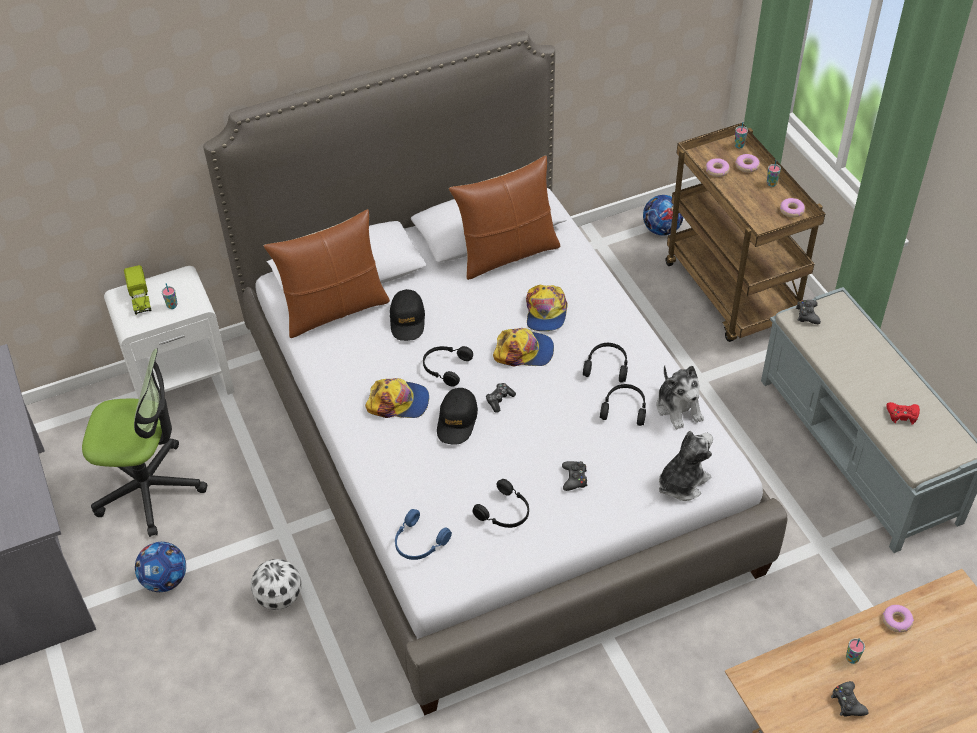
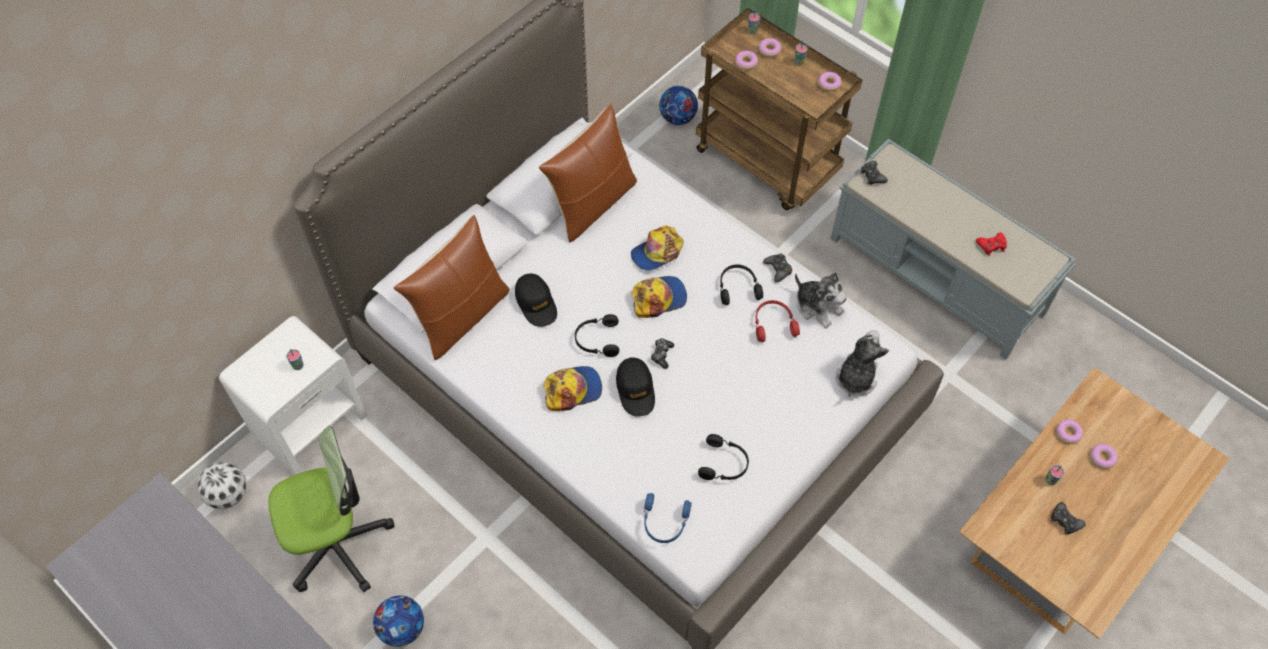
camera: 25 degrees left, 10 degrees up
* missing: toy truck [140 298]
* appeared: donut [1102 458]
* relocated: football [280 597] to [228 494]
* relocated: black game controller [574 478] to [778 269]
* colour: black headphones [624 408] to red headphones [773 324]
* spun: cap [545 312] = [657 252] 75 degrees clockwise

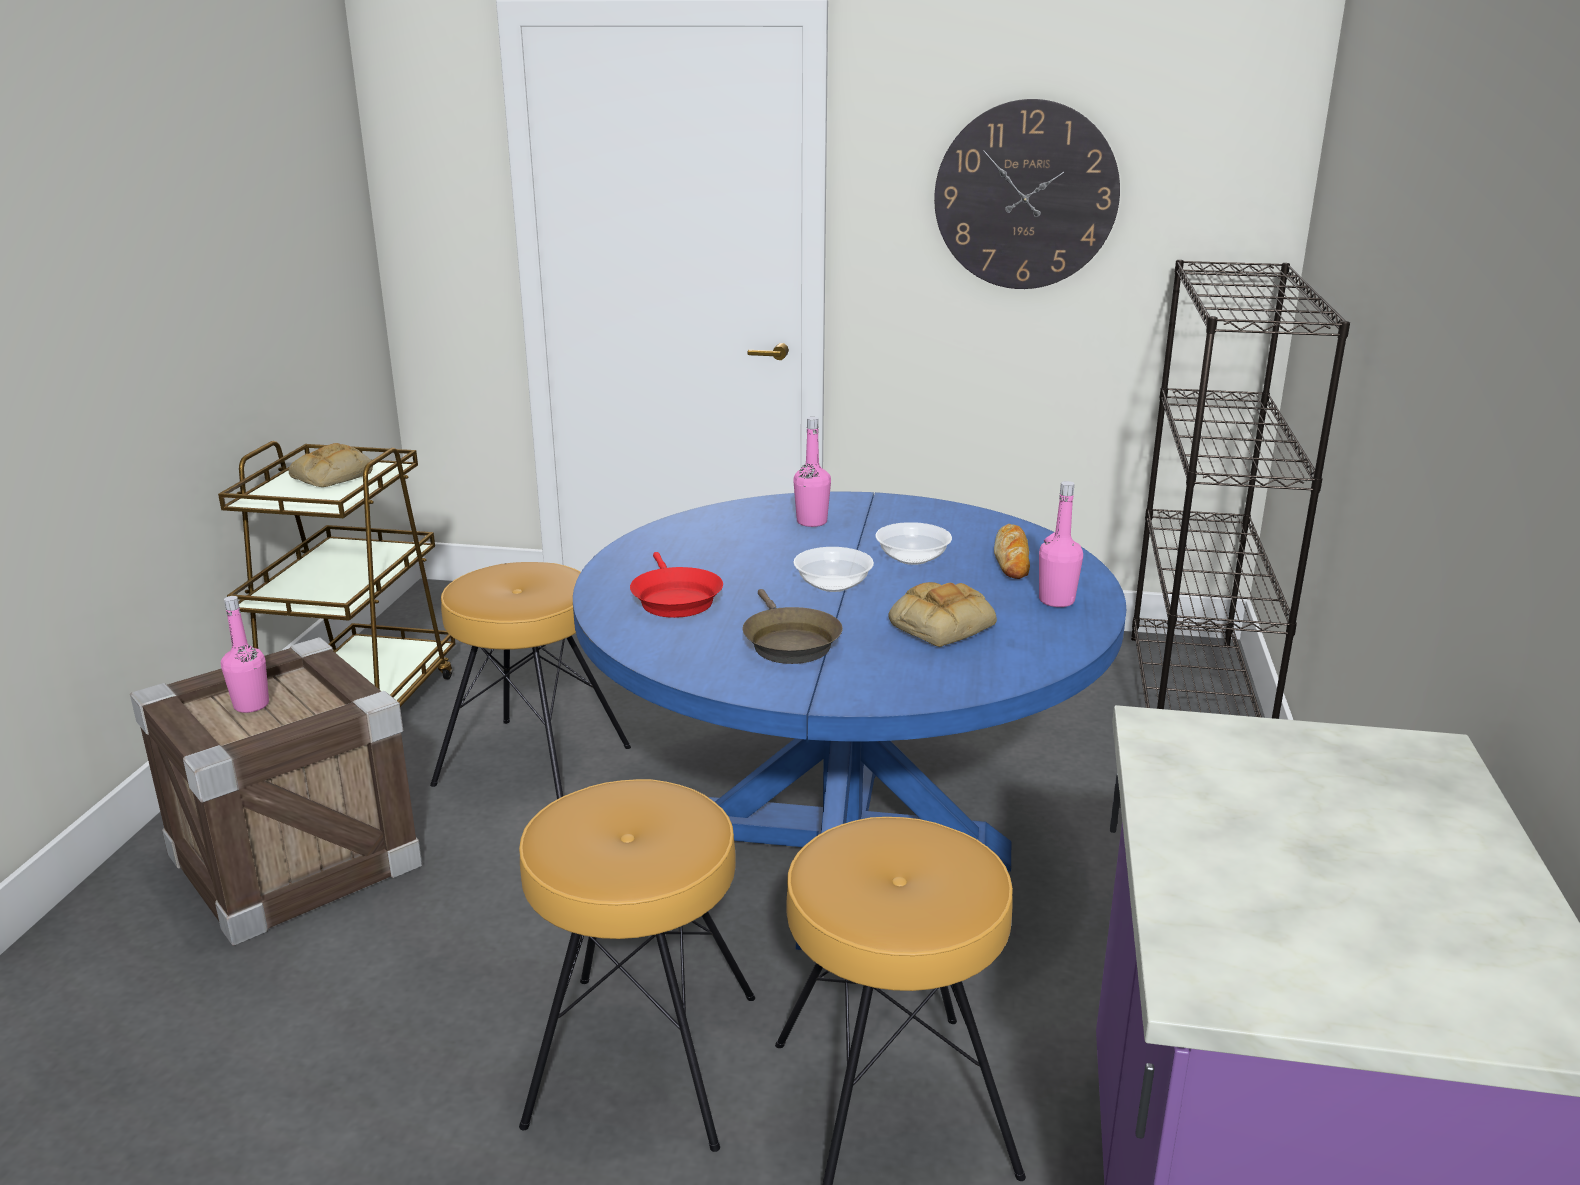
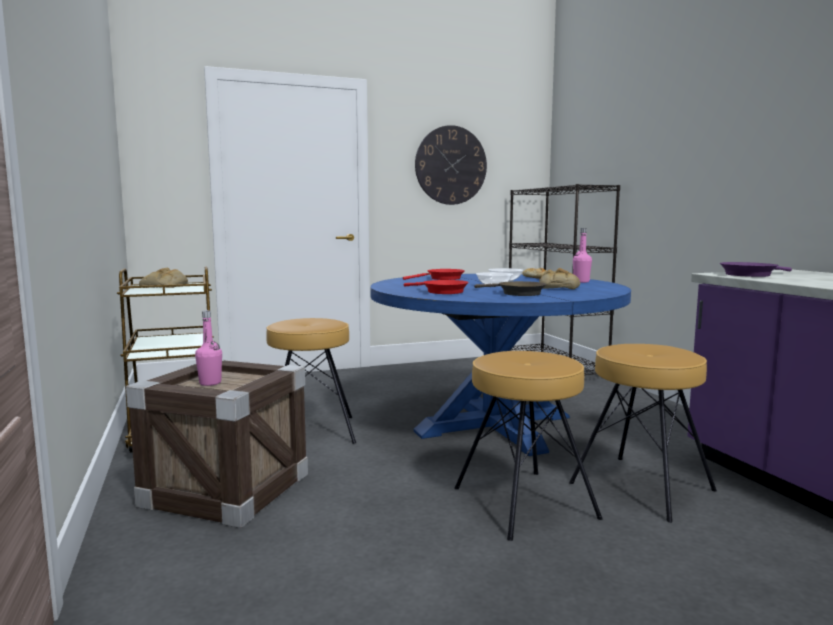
camera: 30 degrees left, 15 degrees down
* appeared: purple frying pan [750 274]
* exchanged: pink bottle [811 522] to red frying pan [442 278]

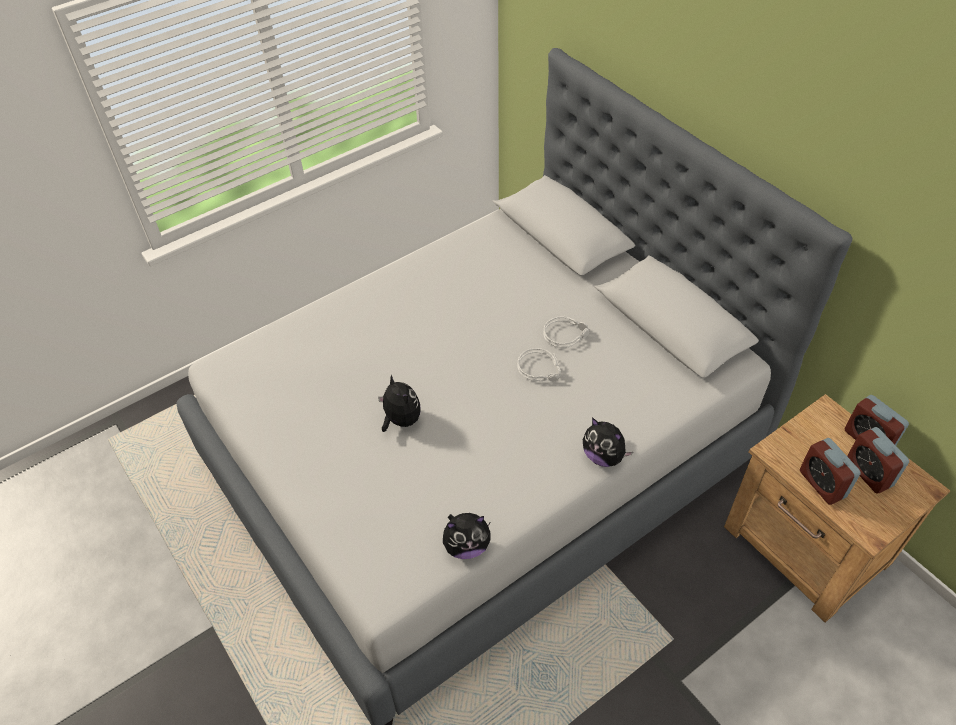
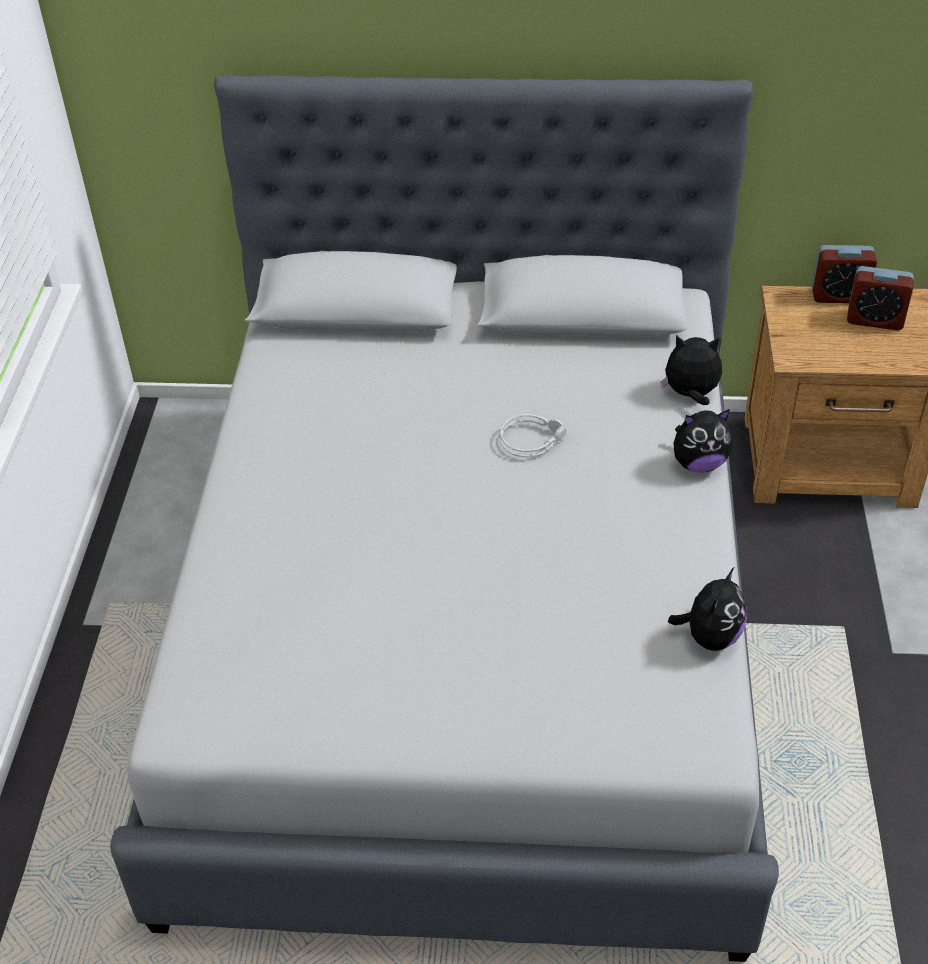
camera: 50 degrees left, 5 degrees down
* missing: grey headphones [565 334]
* missing: alarm clock [822 484]
* relocated: plush toy [400 420] to [690 394]

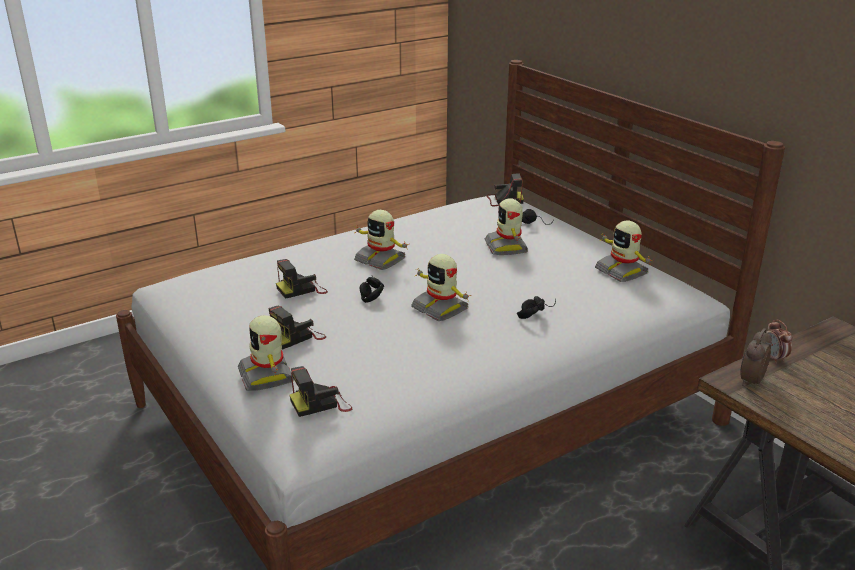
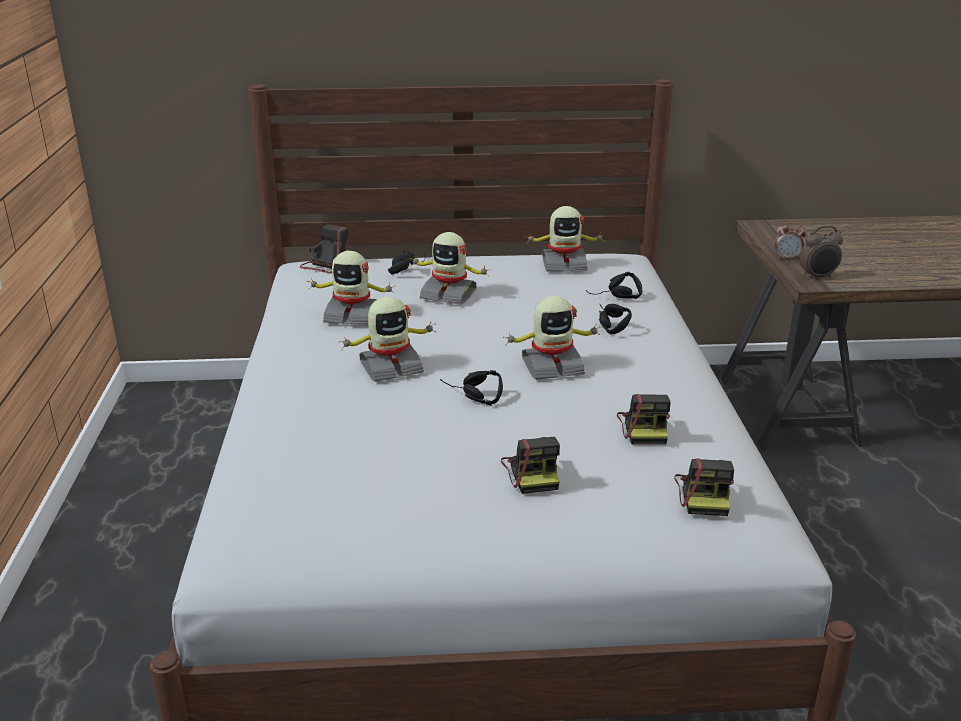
camera: 60 degrees left, 0 degrees up
* appeared: black headphones [615 297]
* relocated: toy robot [267 375] to [352 315]
* relocated: photo camera [302 289] to [645 428]
* spun: alarm clock [750 381] = [817 277] 75 degrees counterclockwise

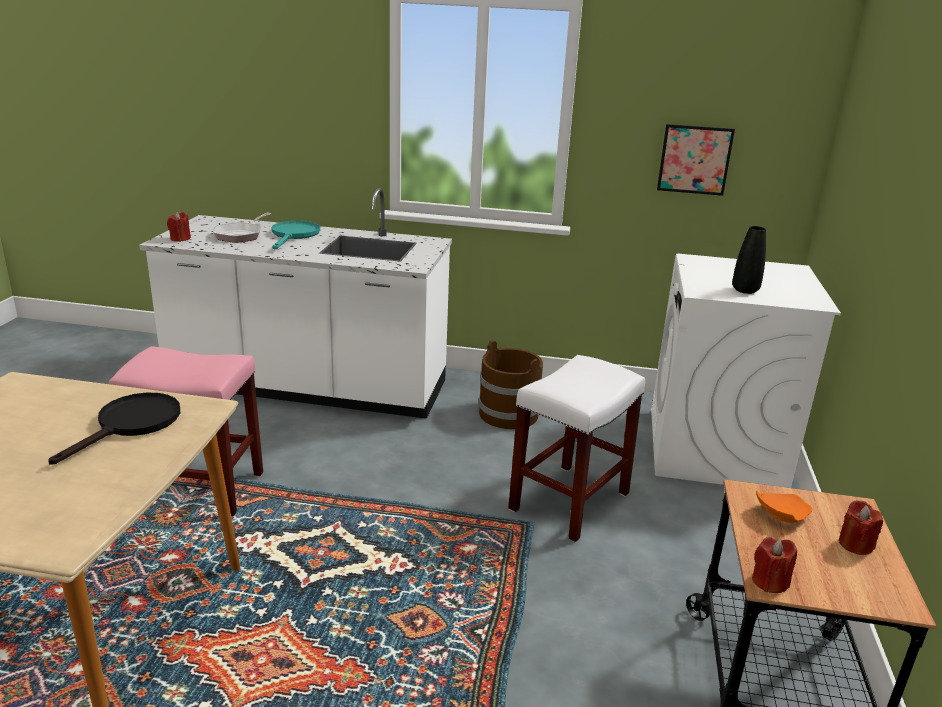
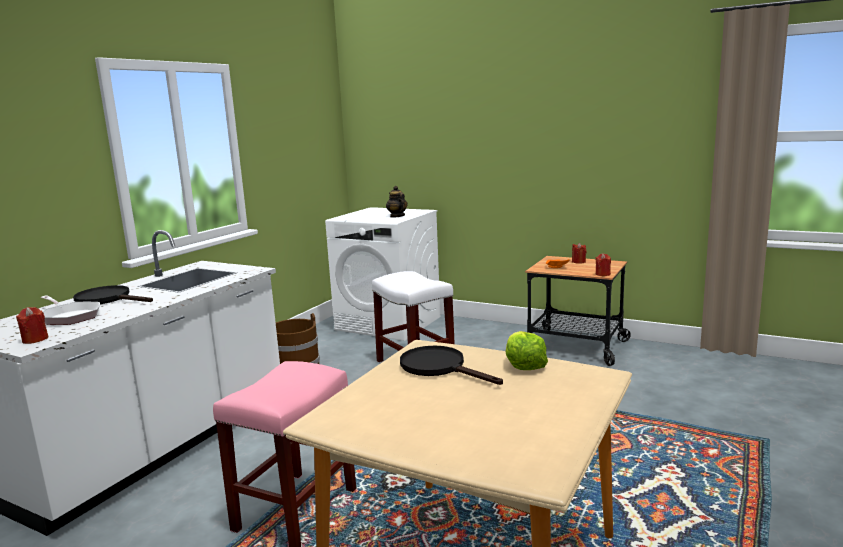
camera: 70 degrees left, 10 degrees down
* missing: picture [694 159]
* appeared: lettuce [524 365]
* exchanged: black vase [745 290] to teapot [397 216]
* colour: turquoise frying pan [294 235] to black frying pan [108 299]

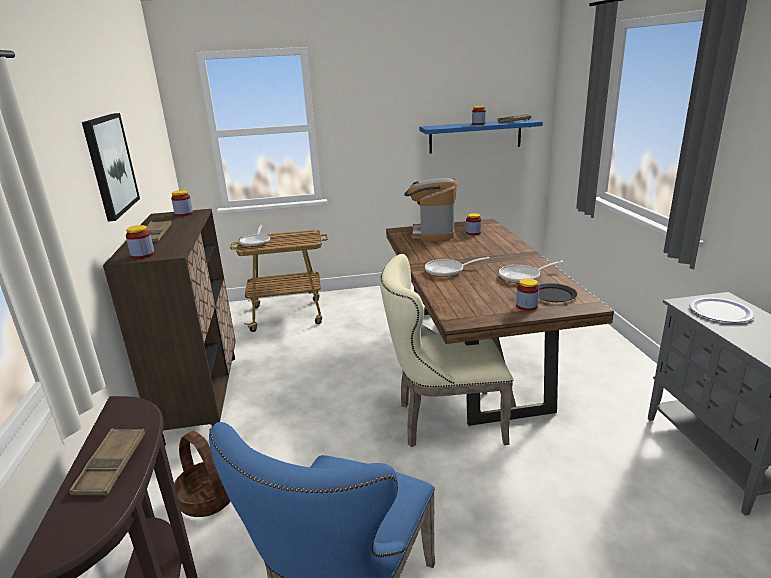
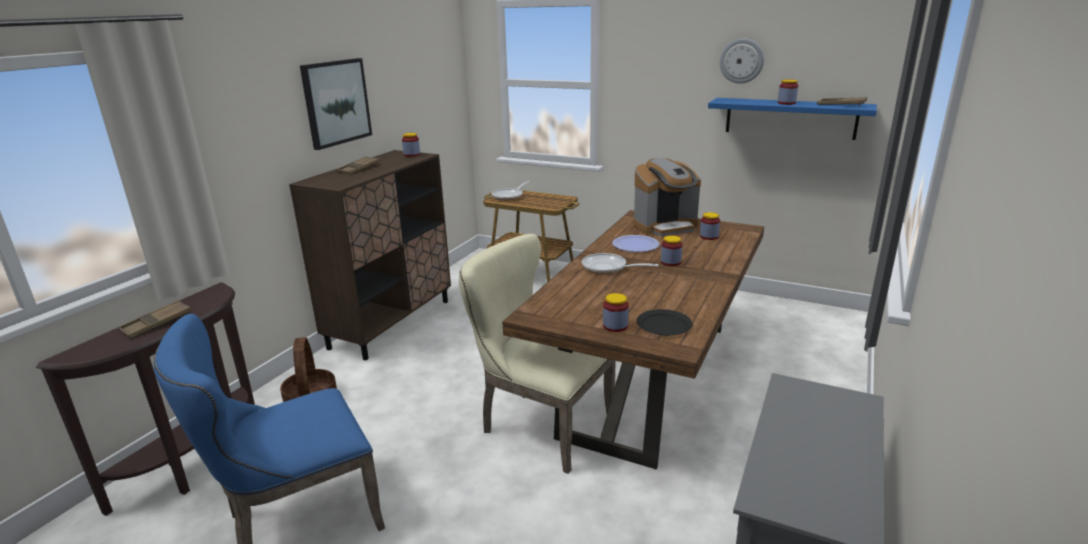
camera: 35 degrees right, 0 degrees up
* missing: frying pan [523 277]
* appeared: wall clock [741 61]
* relocated: jar [143 255] to [670 262]
* relocated: plate [720 311] to [635 245]
* spun: coffee machine [432 233] = [665 226] 150 degrees counterclockwise

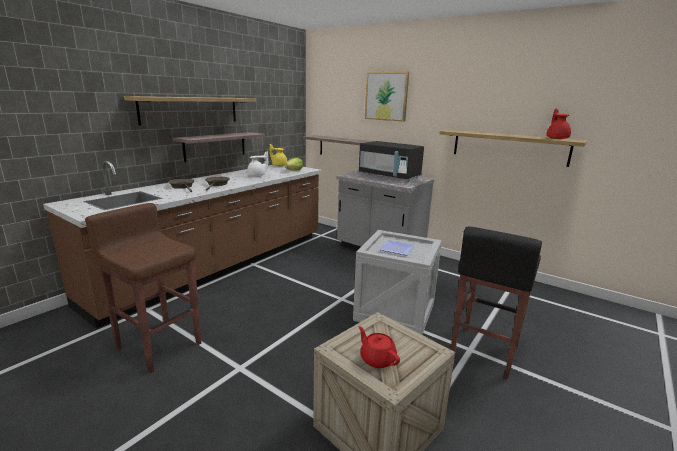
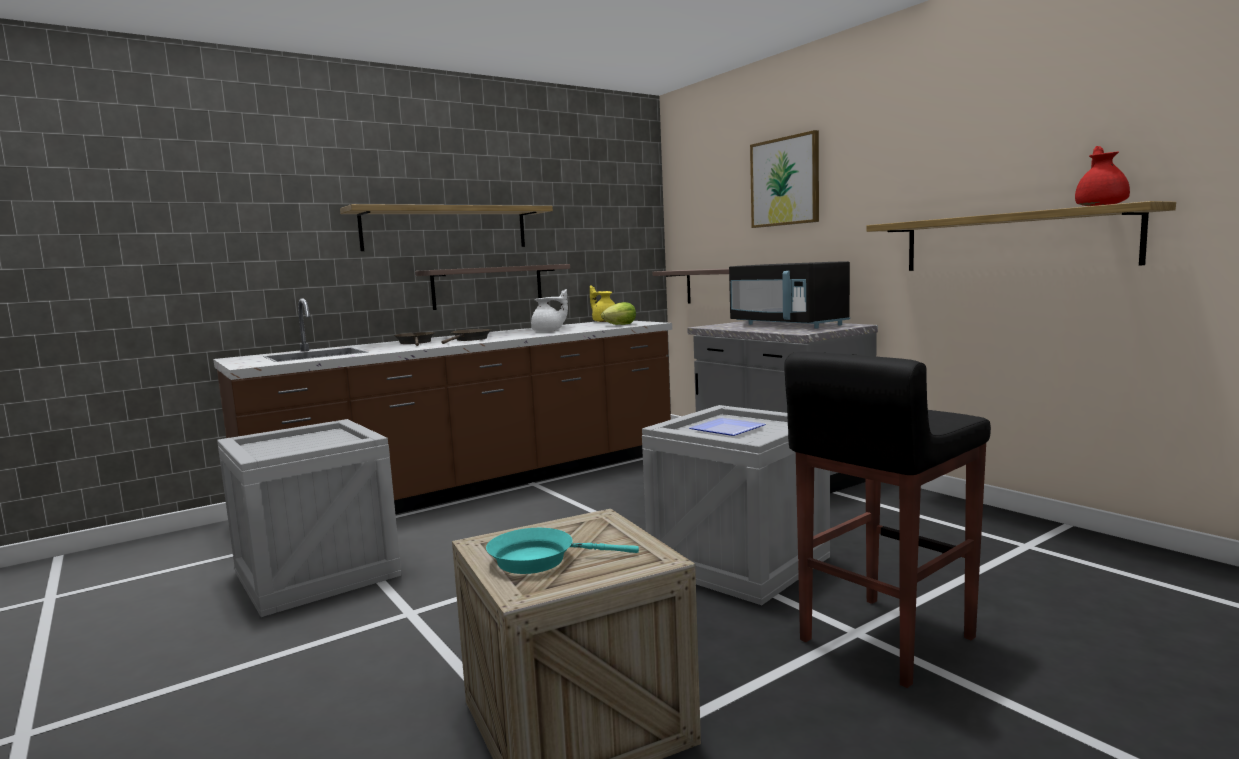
camera: 20 degrees right, 10 degrees down
* exchanged: brown stool [159 344] to crate [318 573]
* exchanged: red teapot [377 359] to turquoise frying pan [539 560]

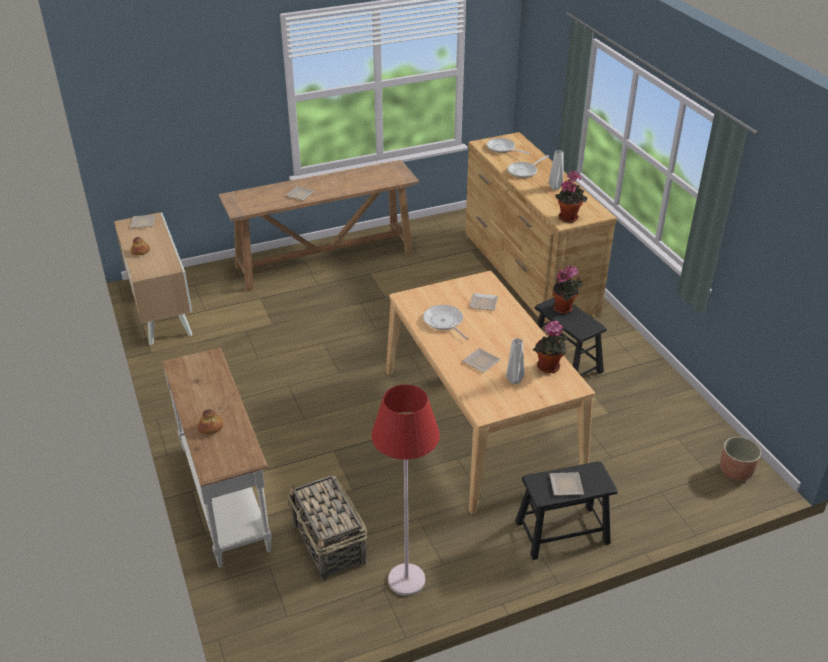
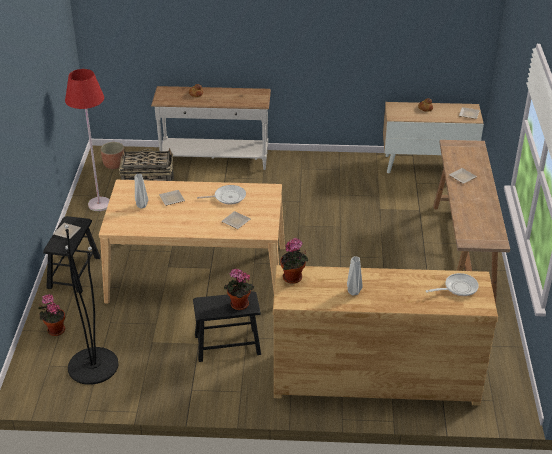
camera: 115 degrees right, 0 degrees up
* missing: frying pan [524 172]
* appeared: black floor lamp [93 366]
* relocated: potted plant [548 368] to [55 330]
* relocated: planter [735 471] to [114 164]

